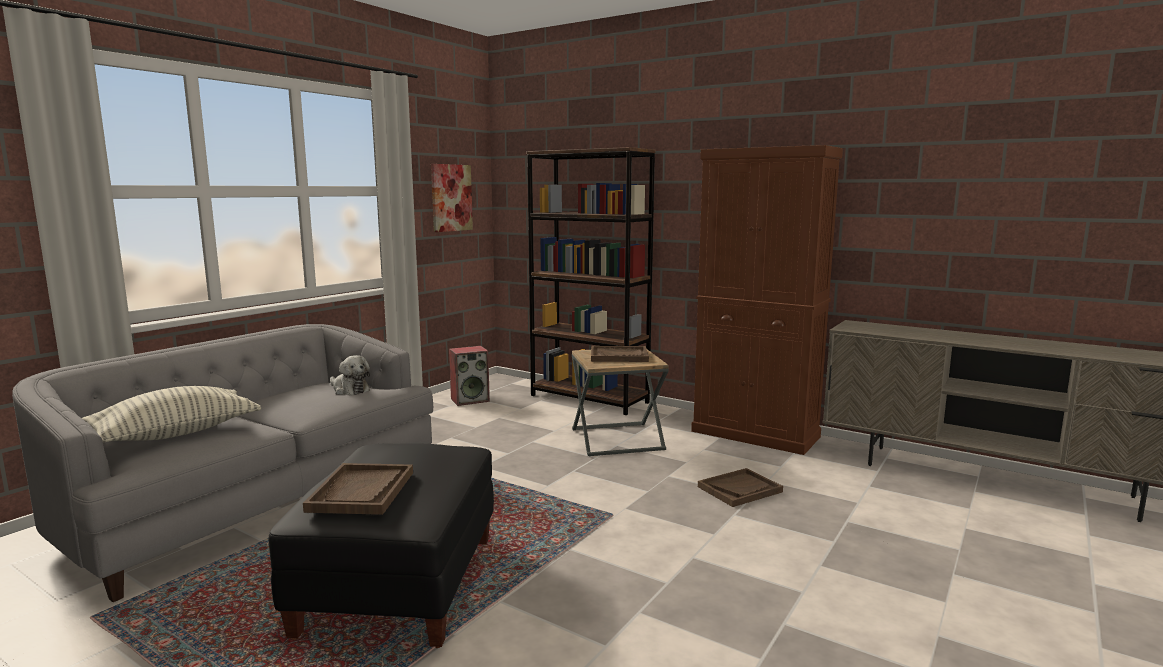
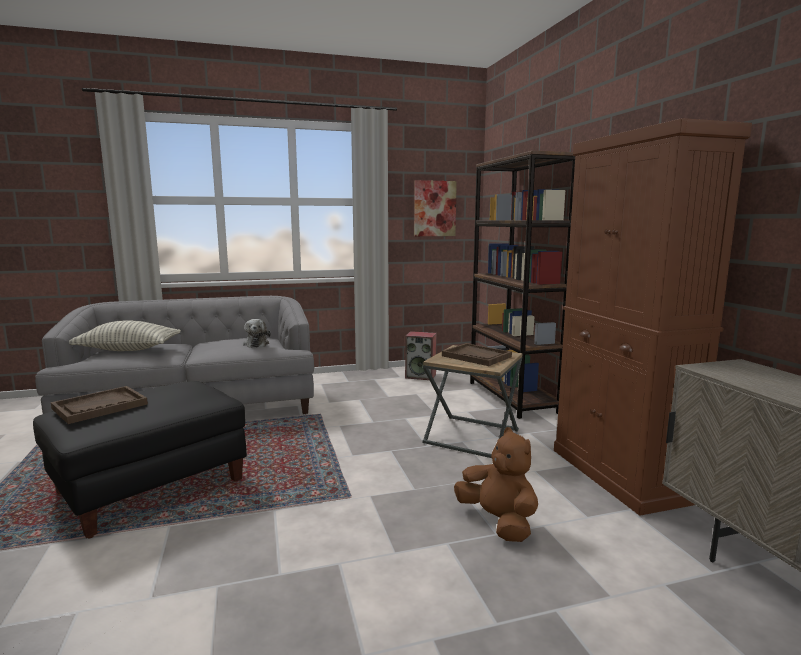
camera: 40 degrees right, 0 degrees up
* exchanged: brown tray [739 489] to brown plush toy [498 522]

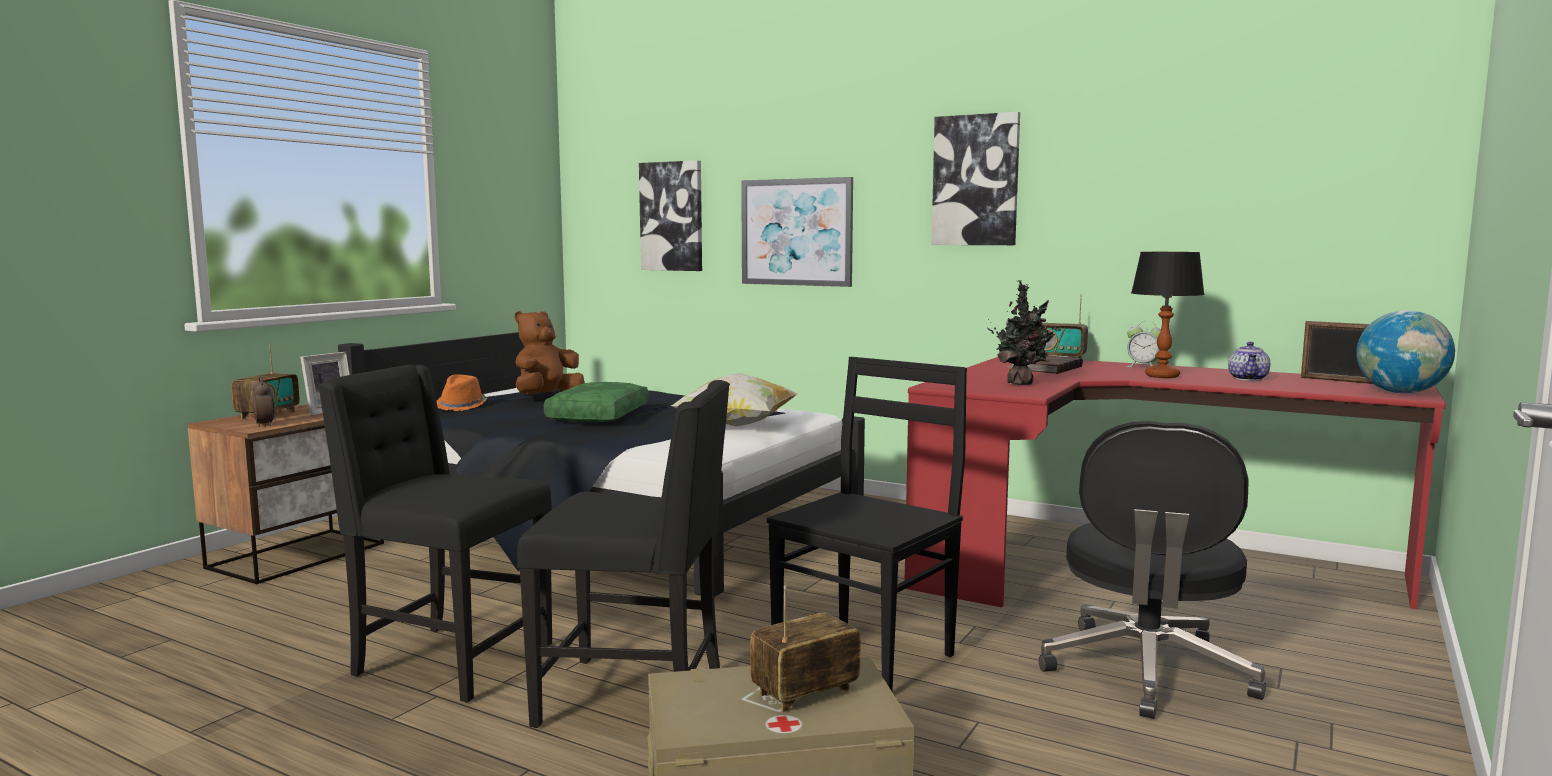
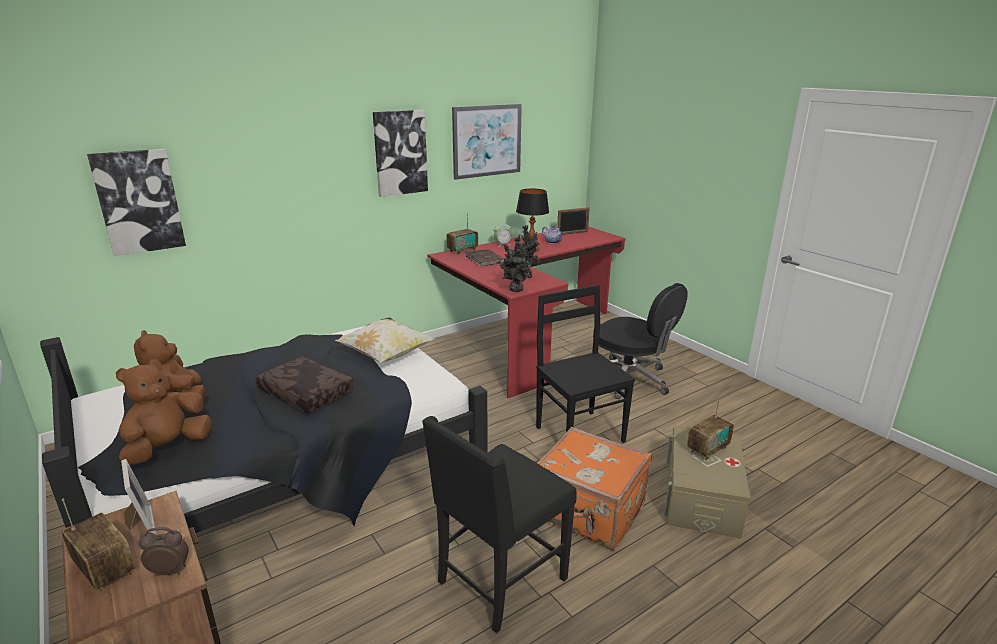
camera: 65 degrees left, 15 degrees up
* missing: globe [1400 393]
* appeared: potted plant [515 290]
* relocated: picture [796 232] to [487 141]
* exchanged: orange hat [462 406] to brown plush toy [168 448]
* exchanged: black chair [636 697] to orange suitcase [589 513]
* colour: green pillow [597 415] to brown pillow [304 393]
* spun: radio [805 693] = [707 449] 120 degrees counterclockwise

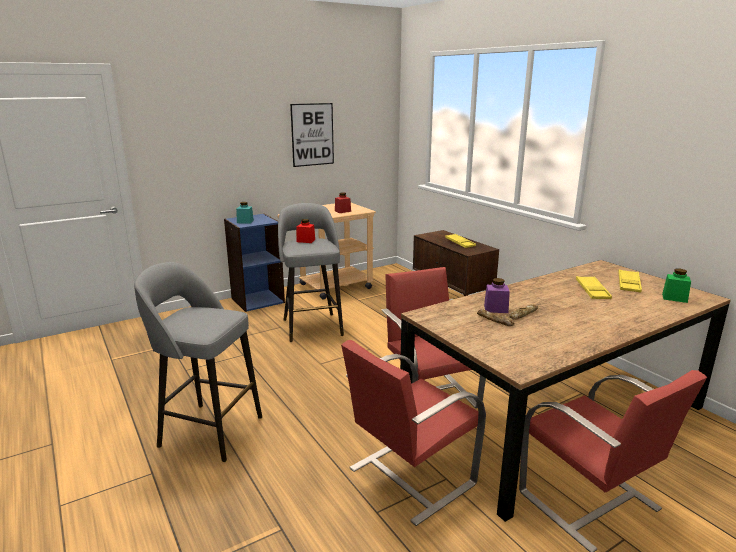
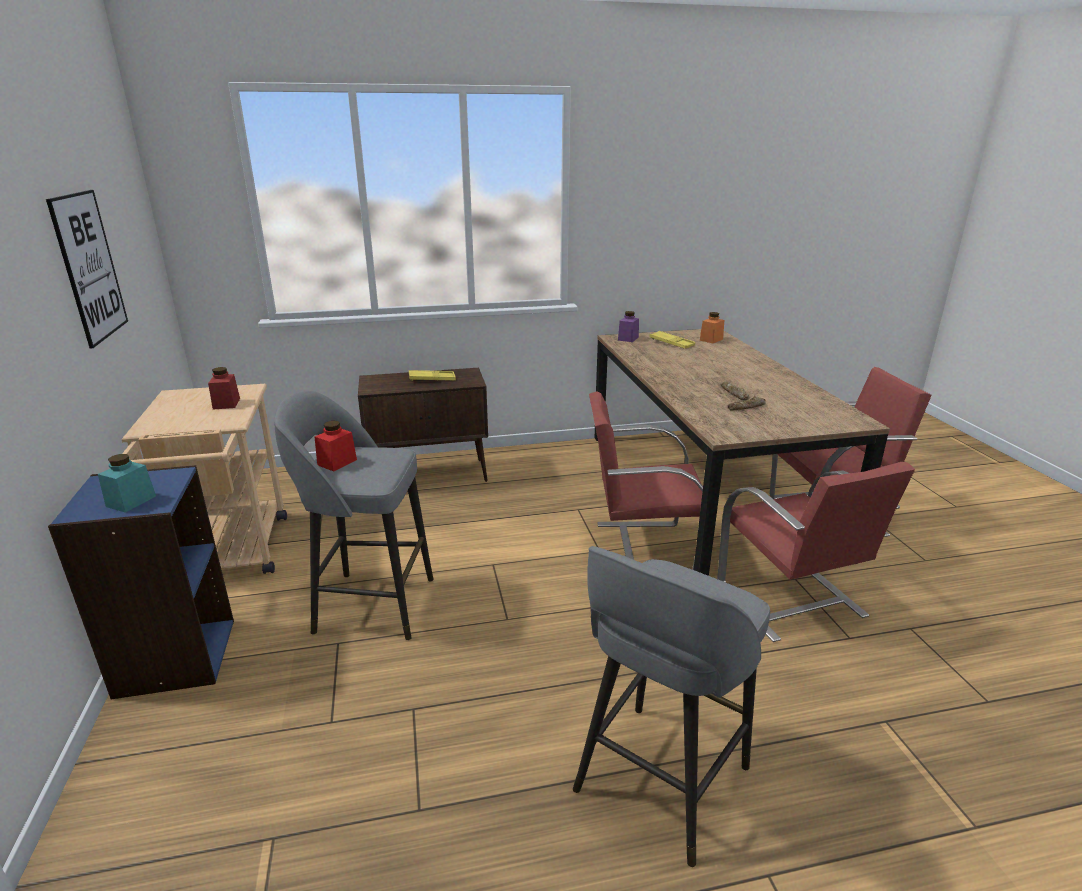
camera: 70 degrees left, 5 degrees up
* missing: yellow tray [592 291]
* relocated: purple jar [496 309] to [628 338]
* colour: green jar [674 298] to orange jar [711 340]

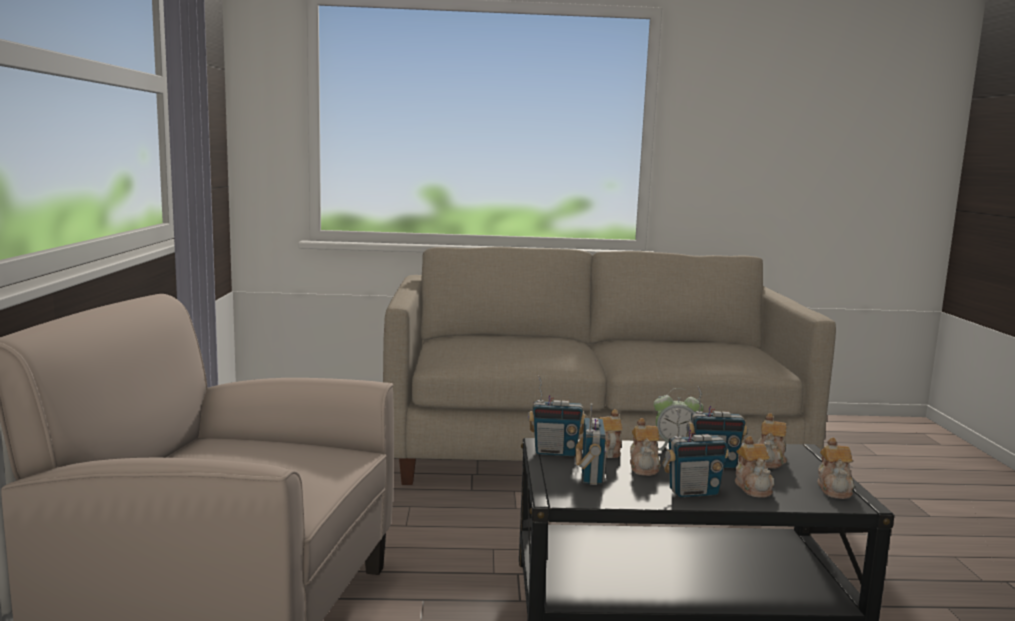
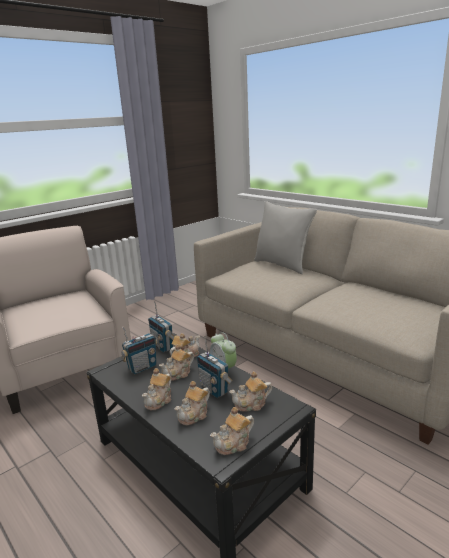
camera: 50 degrees right, 10 degrees up
* appeared: grey pillow [282 265]
* exchanged: radio [693 492] to teapot [159 400]

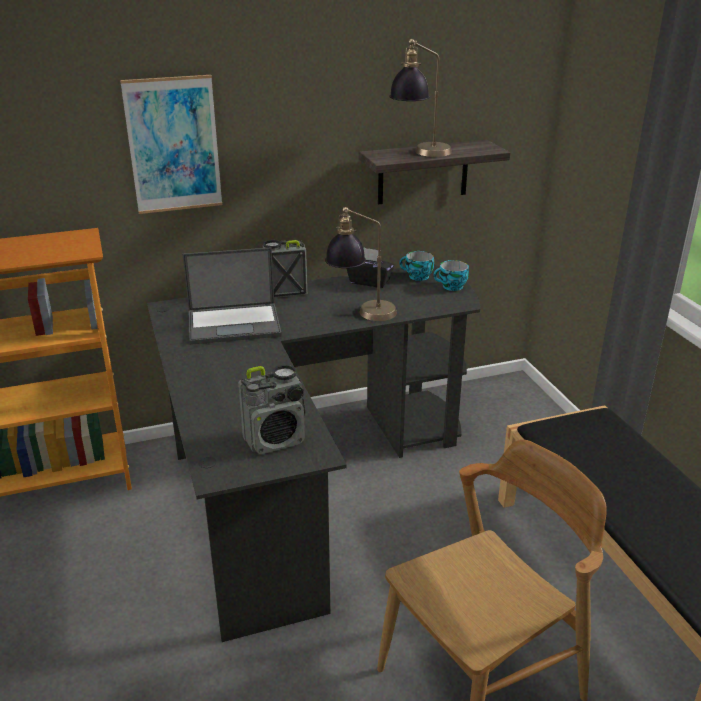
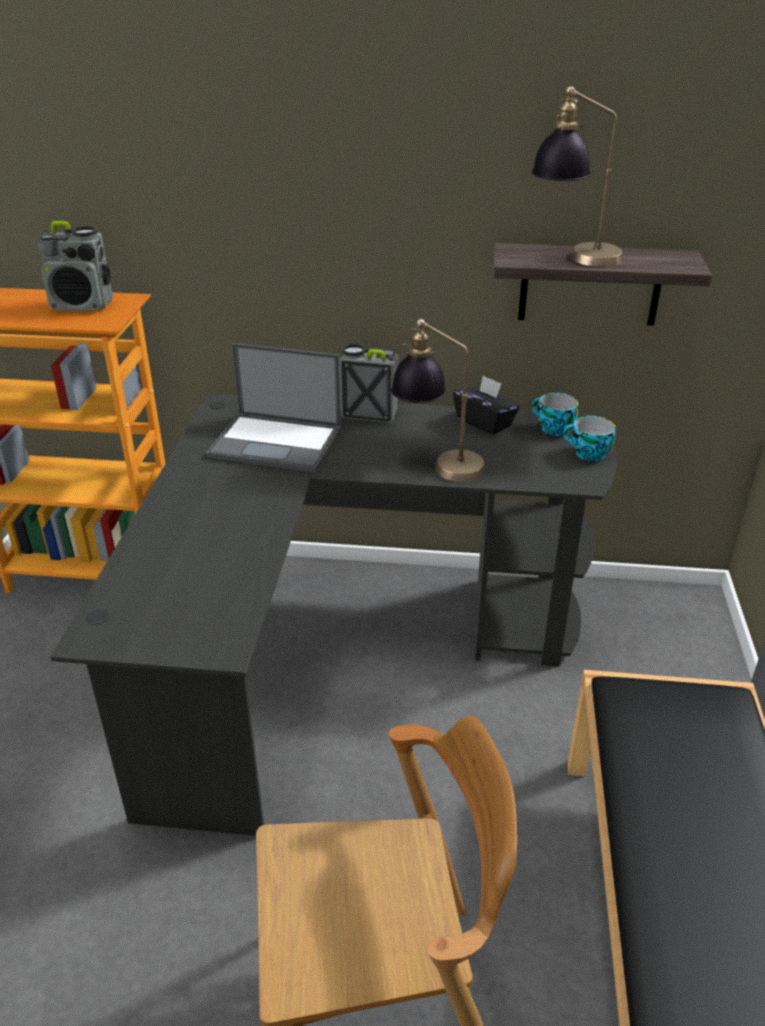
camera: 25 degrees right, 5 degrees up
* missing: picture [173 145]
* relocated: radio [275 440] to [82 306]

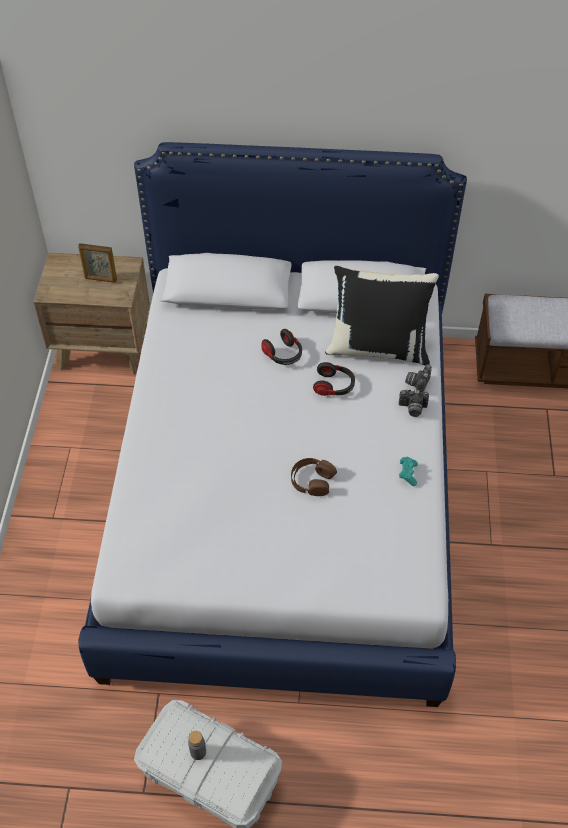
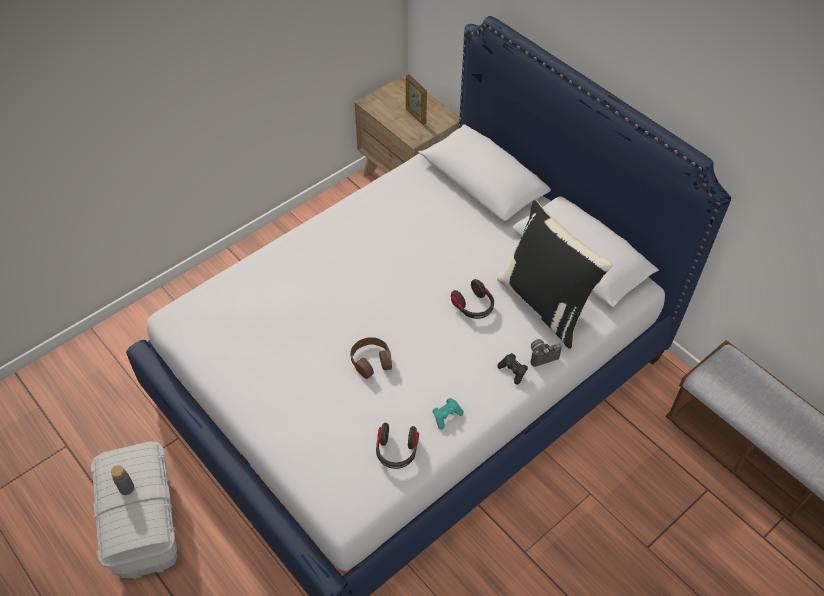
camera: 45 degrees right, 0 degrees up
* relocated: headphones [283 355] to [396 451]
* exchanged: photo camera [412 409] to black game controller [513 371]

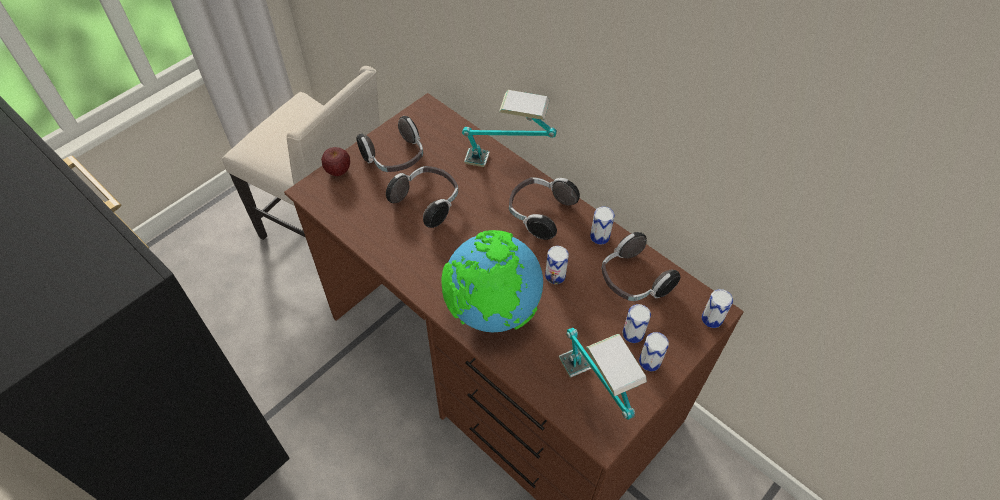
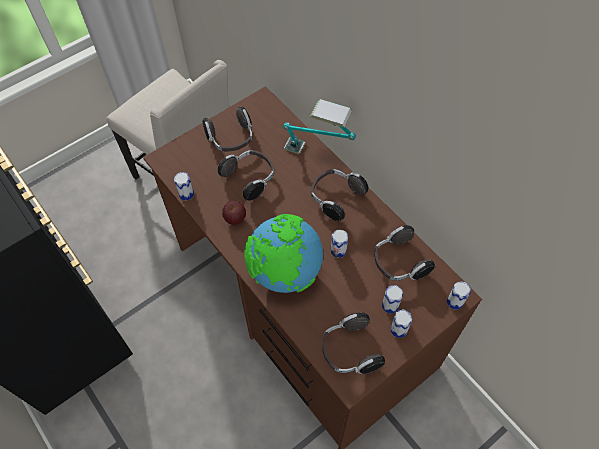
camera: 10 degrees right, 5 degrees up
* relocated: apple [338 171] to [235 219]
* relocated: can [599 236] to [186 194]
* exchanged: table lamp [593 396] to headphones [349 351]

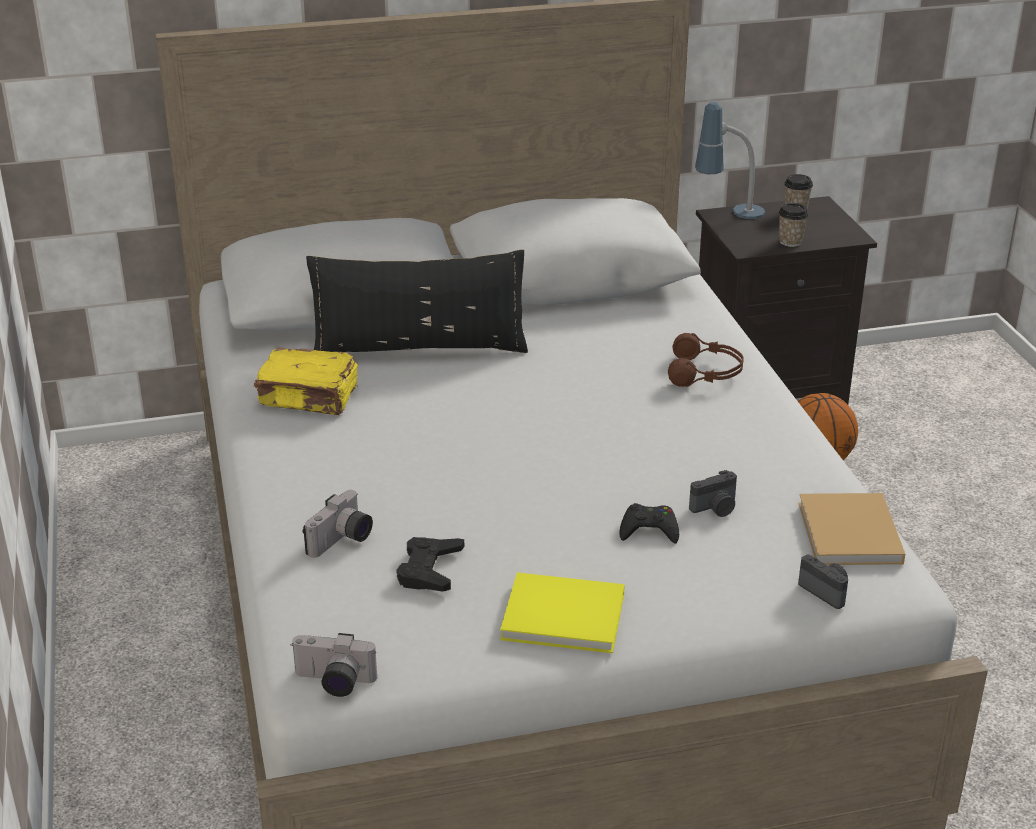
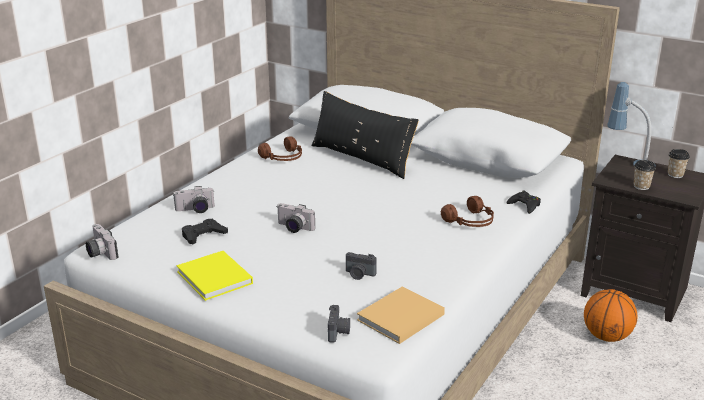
camera: 45 degrees right, 5 degrees down
* appeared: photo camera [293 228]
* relocated: black game controller [649 530] to [524 205]
* exchanged: yellow book [309 397] to brown headphones [284 158]

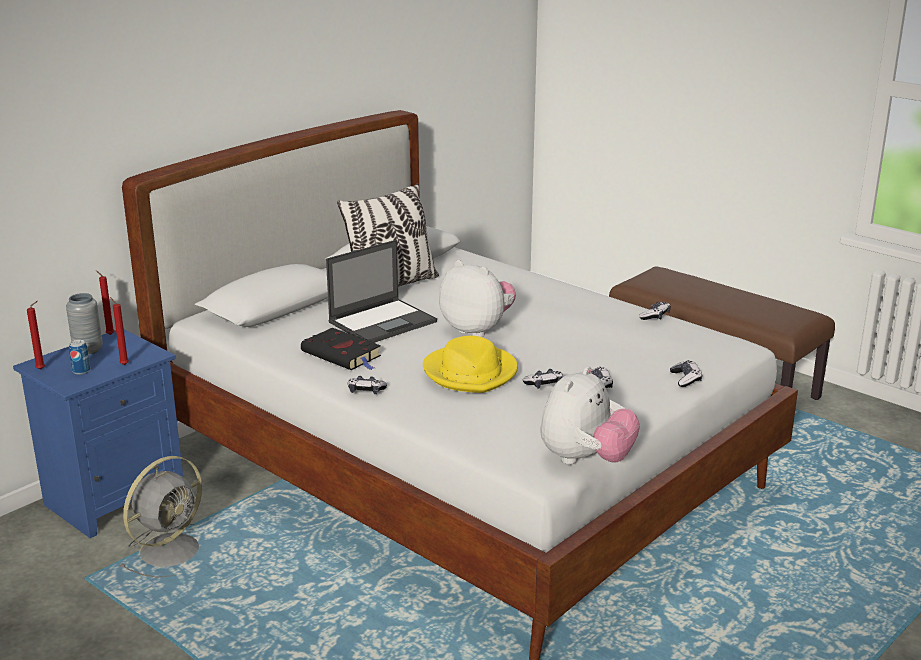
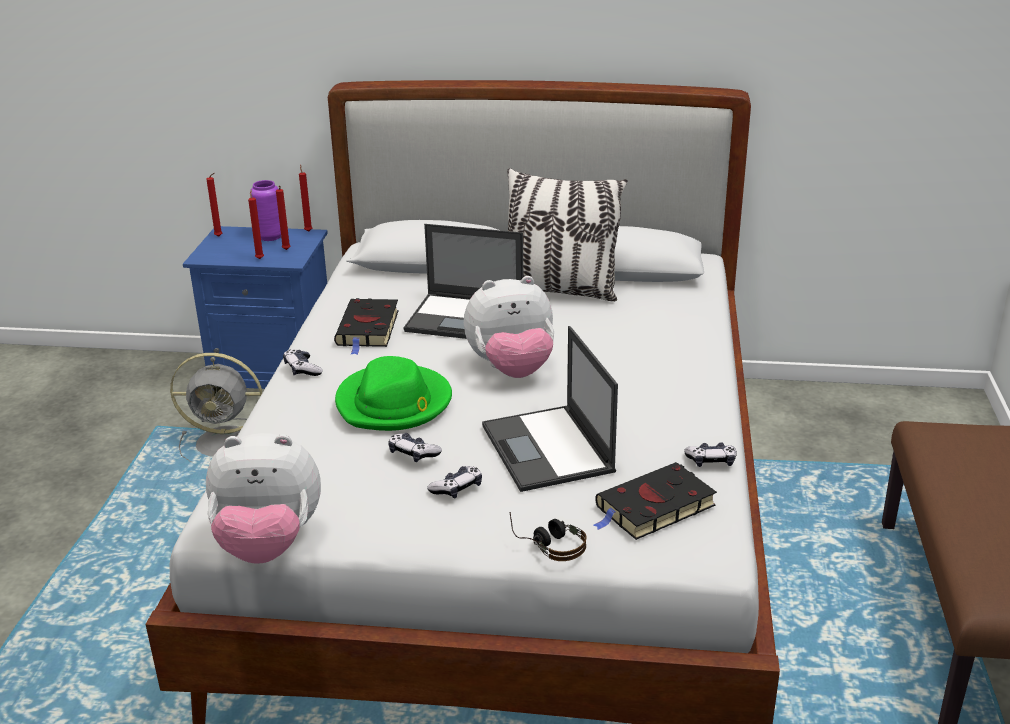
camera: 55 degrees right, 5 degrees up
* missing: can [81 371]
* appeared: red candle [286 250]
* appeared: laptop [548 449]
* appeared: black book [653 508]
* exchanged: game controller [686 379] to headphones [547 543]
* colour: grey vase [88 350] to purple vase [270 237]
* colour: yellow hat [471 372] to green hat [394 403]
* spun: plush toy [477 330] = [512 370] 75 degrees clockwise

